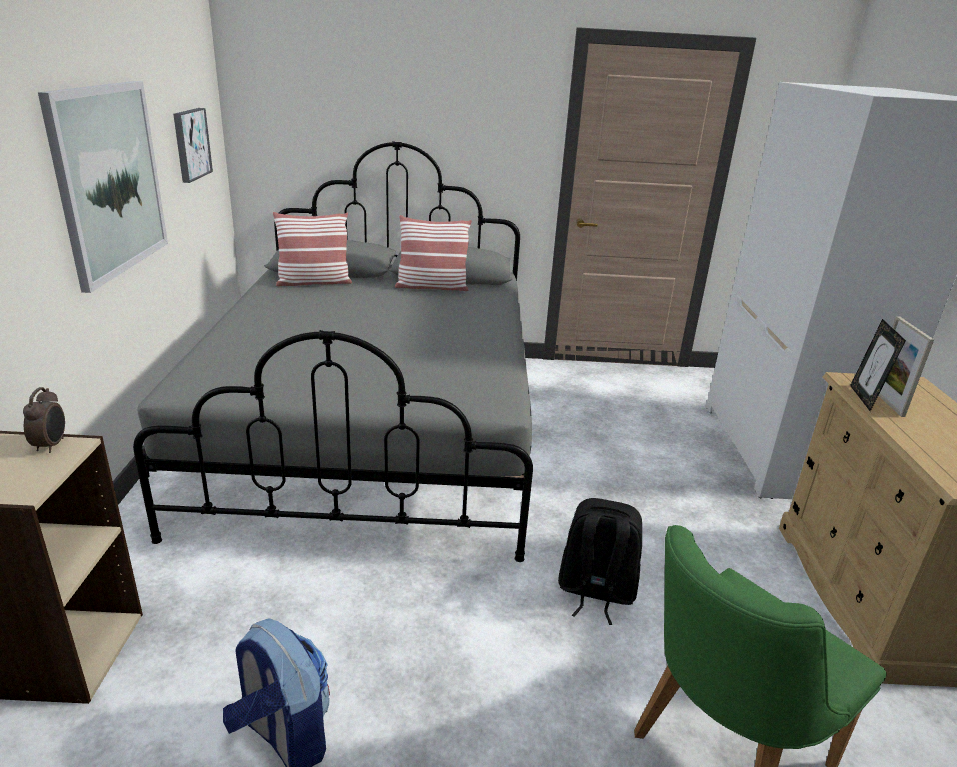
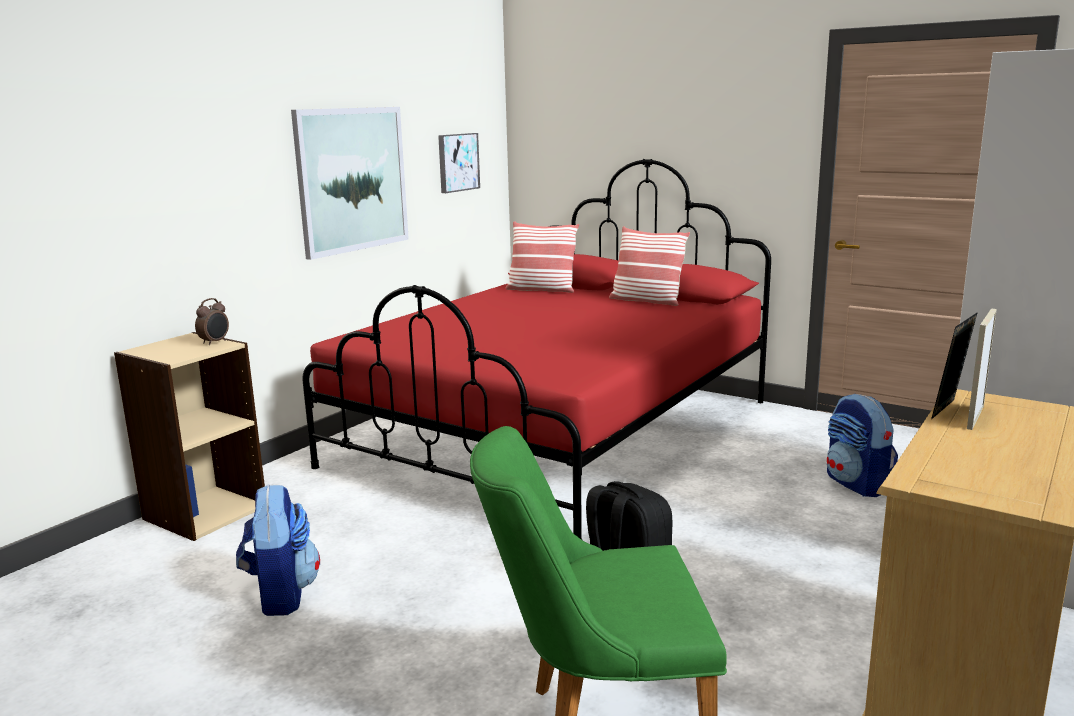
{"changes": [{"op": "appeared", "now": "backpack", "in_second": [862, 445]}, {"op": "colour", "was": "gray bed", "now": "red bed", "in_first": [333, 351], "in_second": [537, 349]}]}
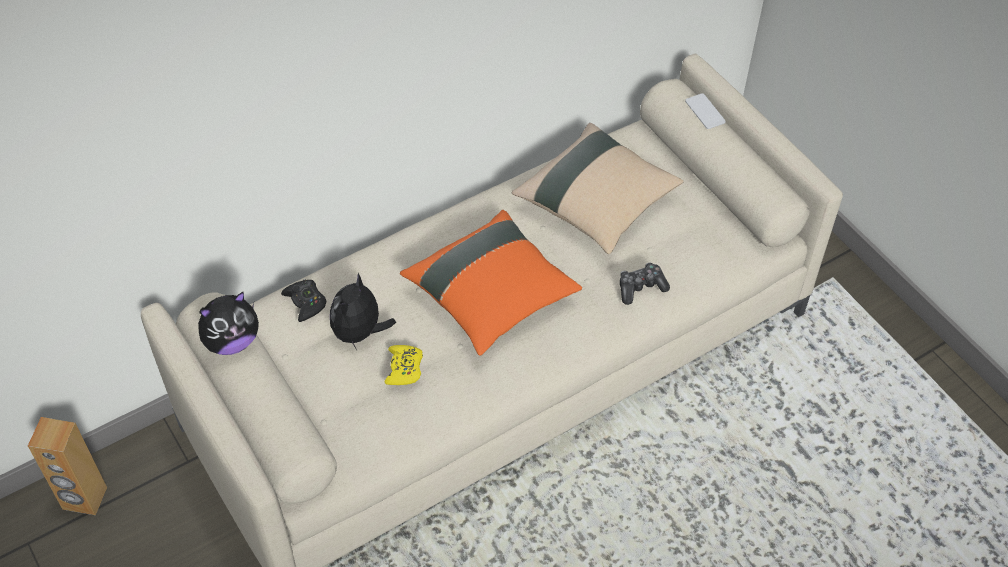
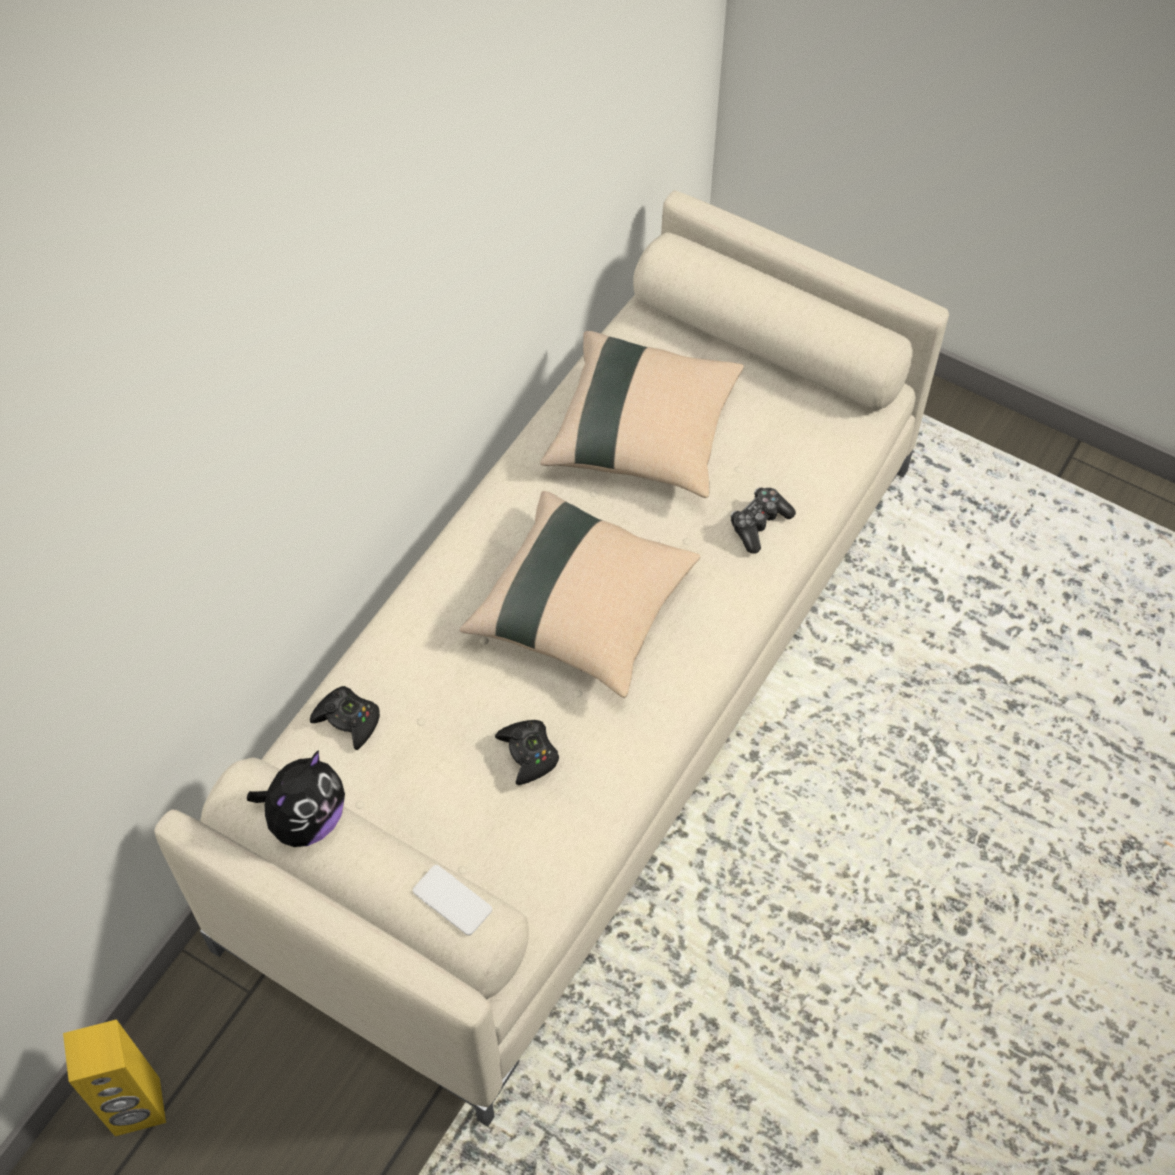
{"changes": [{"op": "missing", "was": "plush toy", "in_first": [363, 311]}, {"op": "relocated", "was": "phone", "in_first": [705, 111], "in_second": [452, 900]}, {"op": "colour", "was": "brown-coloured speaker", "now": "yellow-coloured speaker", "in_first": [67, 466], "in_second": [114, 1077]}, {"op": "colour", "was": "yellow-coloured gamepad", "now": "black-coloured gamepad", "in_first": [404, 365], "in_second": [527, 752]}, {"op": "colour", "was": "orangey pillow", "now": "sand-coloured pillow", "in_first": [491, 283], "in_second": [580, 594]}]}
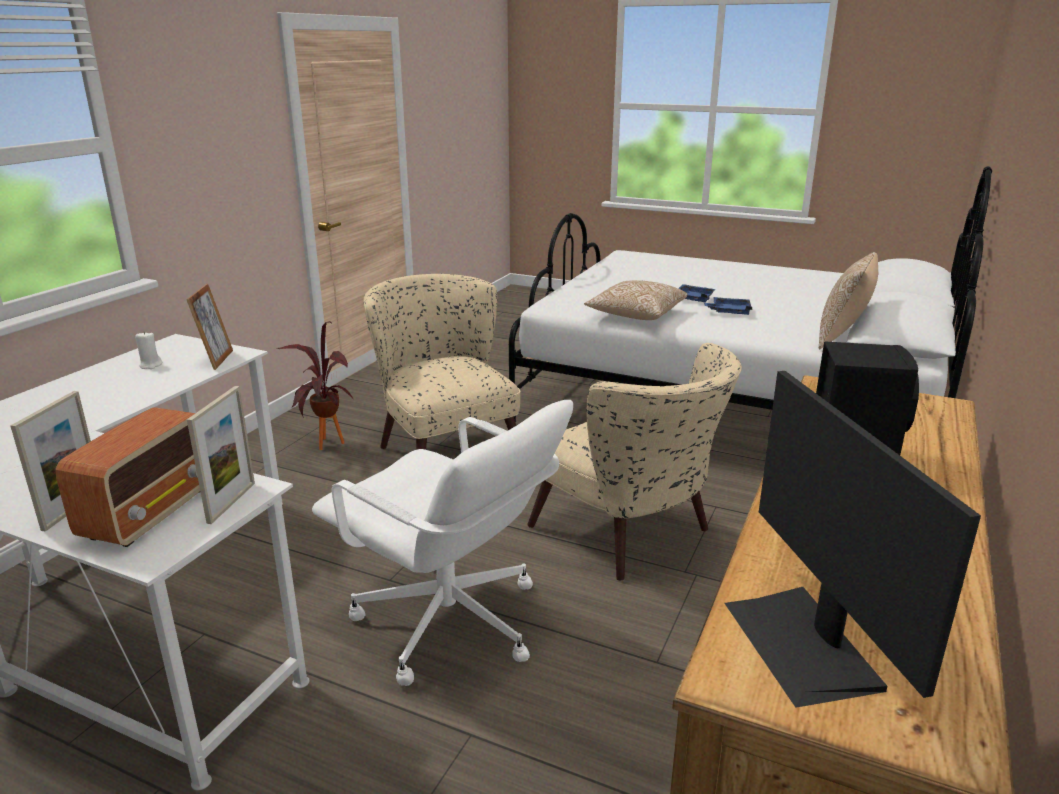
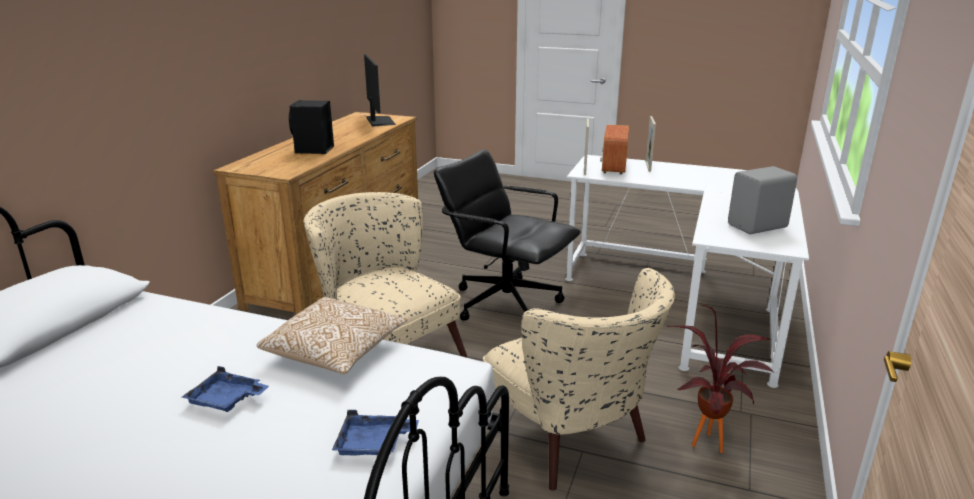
{"changes": [{"op": "missing", "was": "photo frame", "in_first": [209, 327]}, {"op": "missing", "was": "pillow", "in_first": [848, 300]}, {"op": "relocated", "was": "blue tray", "in_first": [728, 306], "in_second": [375, 433]}, {"op": "exchanged", "was": "white-coloured wax candle", "now": "gray speaker", "in_first": [148, 350], "in_second": [762, 200]}, {"op": "colour", "was": "white-coloured desk chair", "now": "black-coloured desk chair", "in_first": [442, 543], "in_second": [507, 235]}]}
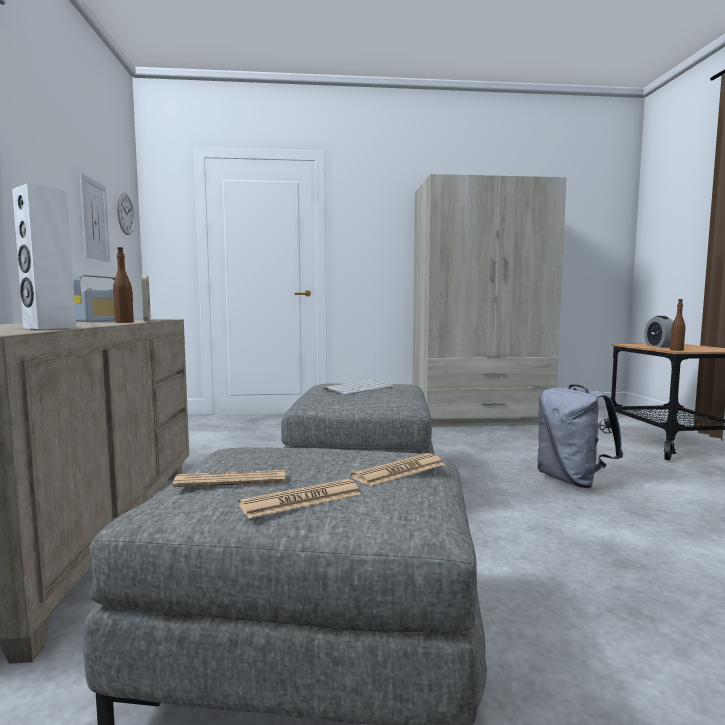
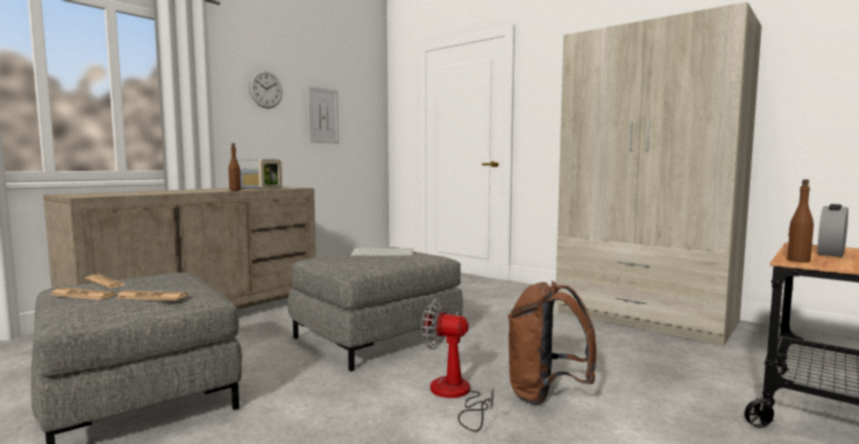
{"changes": [{"op": "missing", "was": "white-coloured speaker", "in_first": [44, 256]}, {"op": "appeared", "now": "fan", "in_second": [457, 365]}, {"op": "relocated", "was": "clock on the wall", "in_first": [126, 213], "in_second": [266, 89]}, {"op": "colour", "was": "gray backpack", "now": "brown-coloured backpack", "in_first": [580, 436], "in_second": [552, 343]}]}
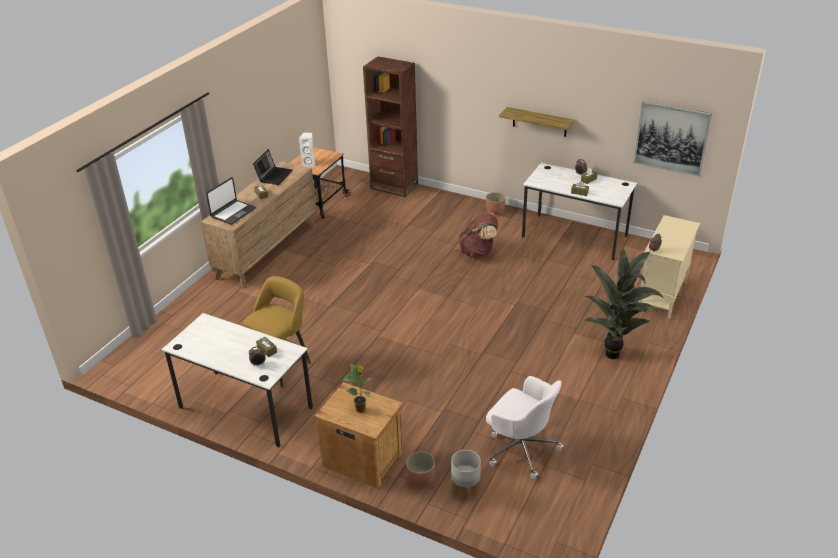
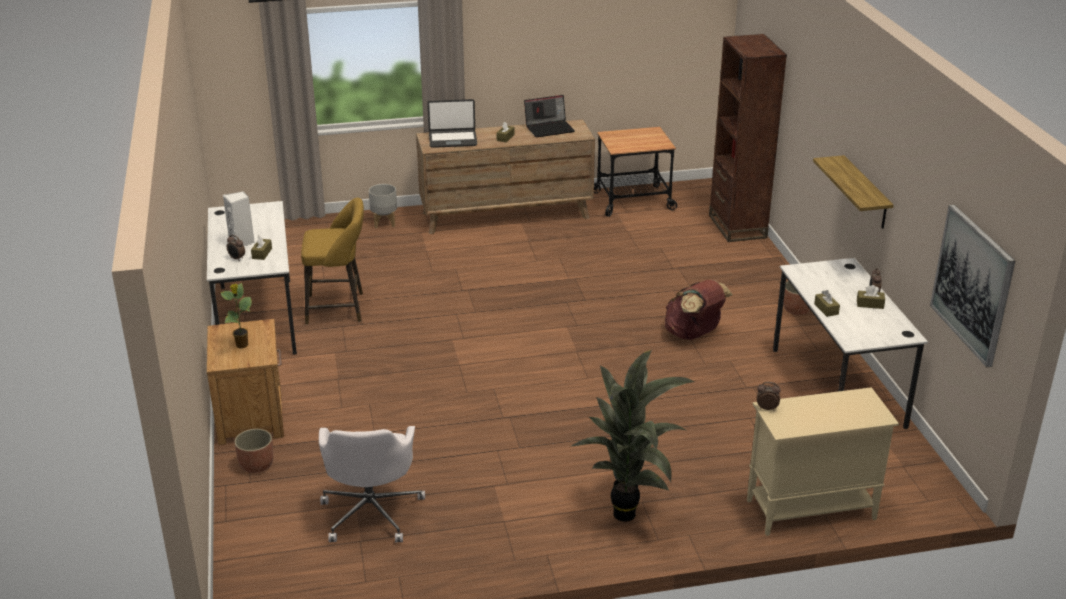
{"changes": [{"op": "relocated", "was": "white-coloured speaker", "in_first": [307, 149], "in_second": [239, 219]}, {"op": "relocated", "was": "gray flower pot", "in_first": [466, 474], "in_second": [383, 206]}]}
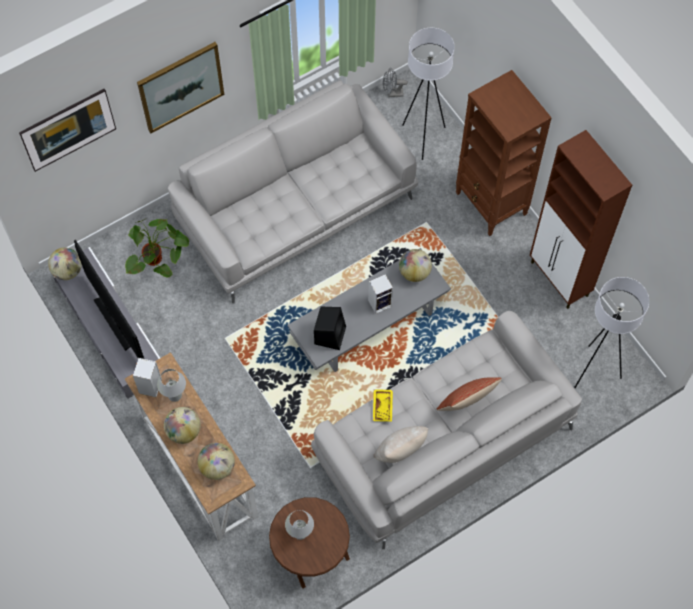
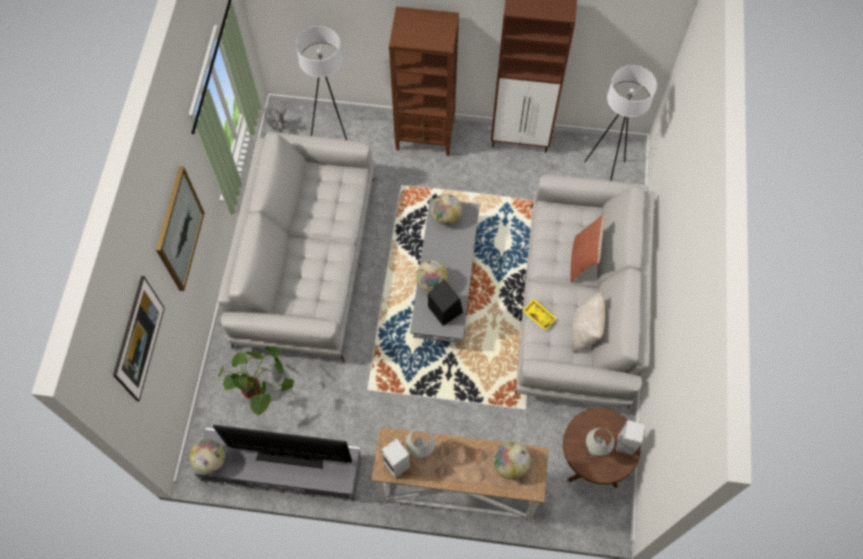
{"changes": [{"op": "relocated", "was": "world globe", "in_first": [182, 425], "in_second": [432, 276]}, {"op": "relocated", "was": "speaker", "in_first": [380, 294], "in_second": [630, 437]}]}
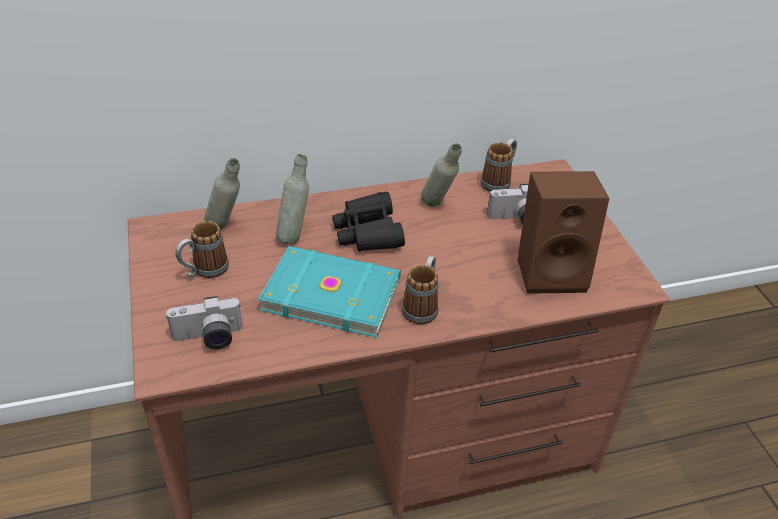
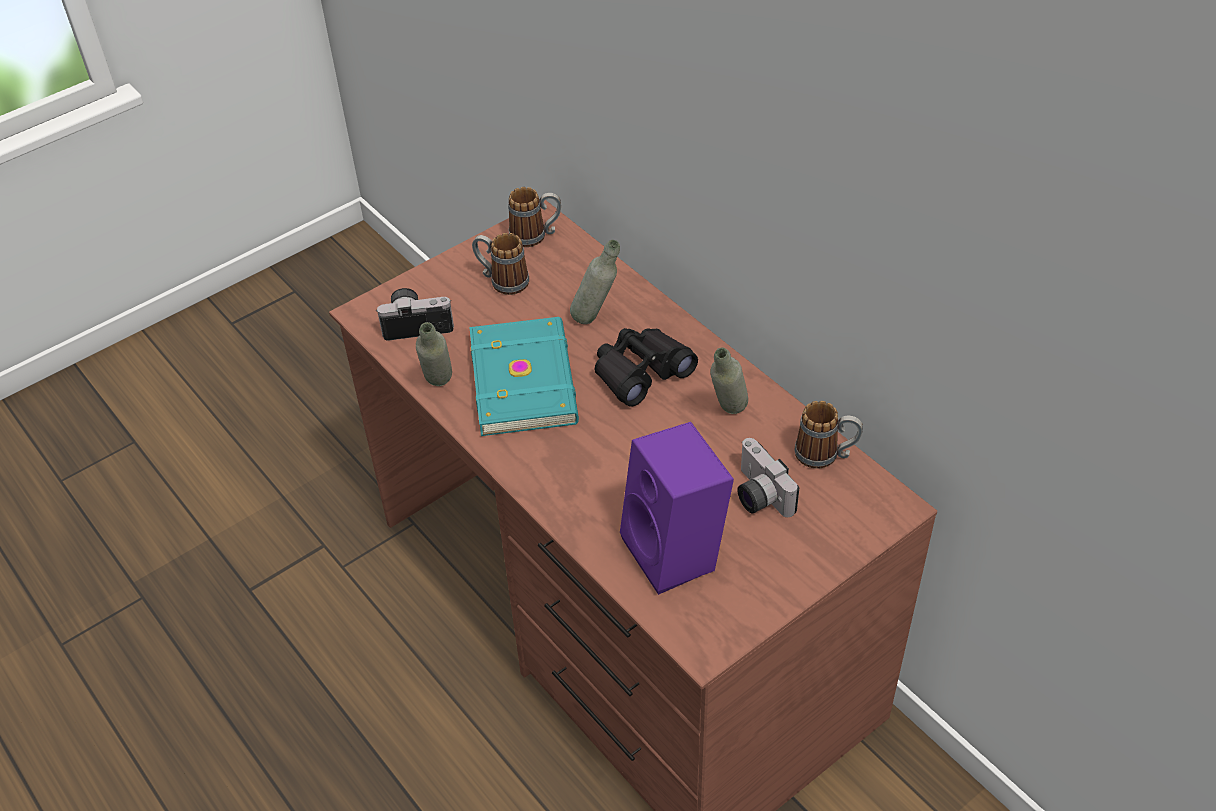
{"changes": [{"op": "relocated", "was": "gray drink bottle", "in_first": [222, 194], "in_second": [434, 354]}, {"op": "relocated", "was": "tea mug", "in_first": [420, 290], "in_second": [534, 217]}, {"op": "colour", "was": "brown-coloured speaker", "now": "purple speaker", "in_first": [563, 232], "in_second": [677, 508]}, {"op": "spun", "was": "photo camera", "in_first": [204, 323], "in_second": [415, 314], "clockwise": 120}]}
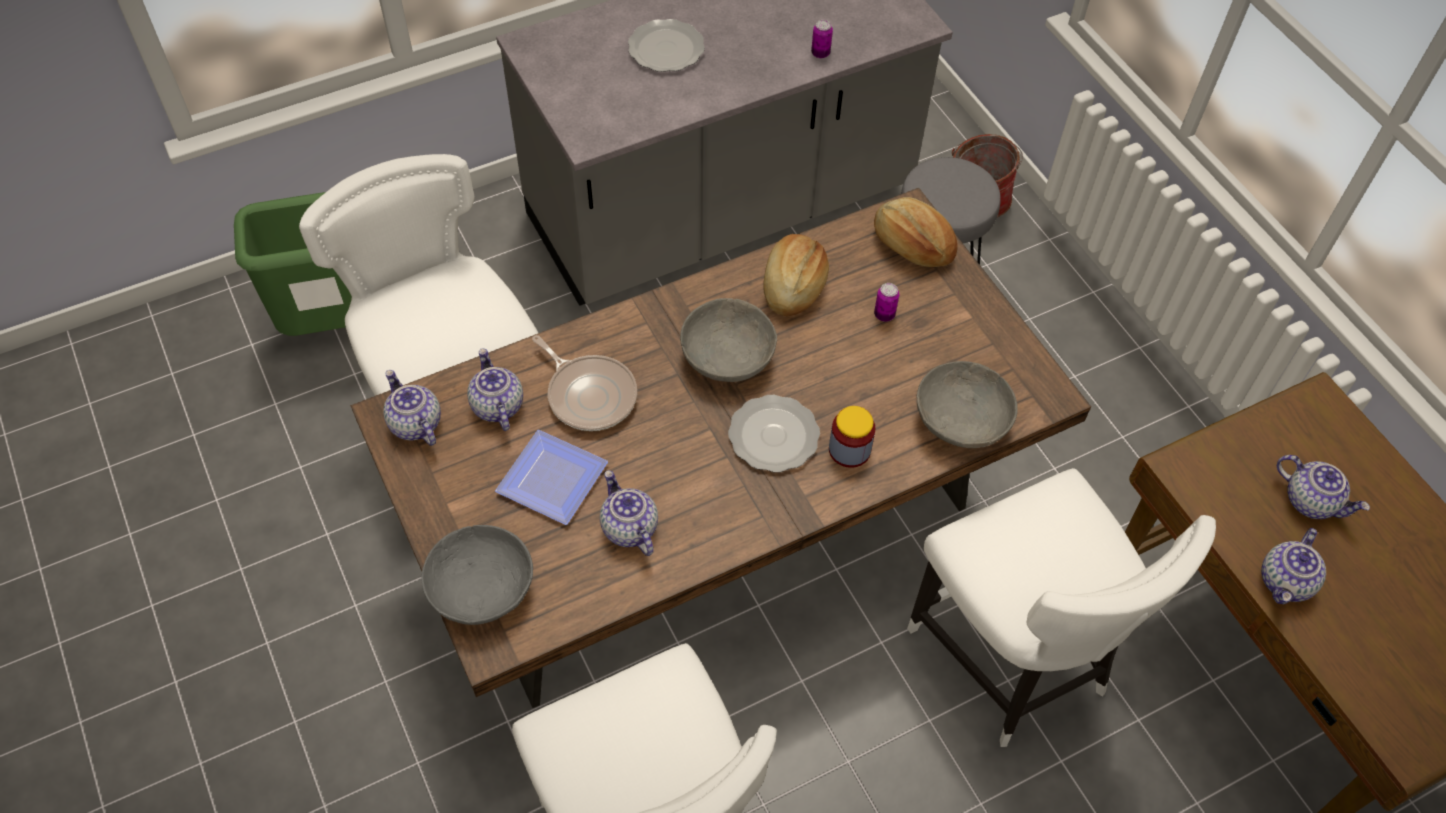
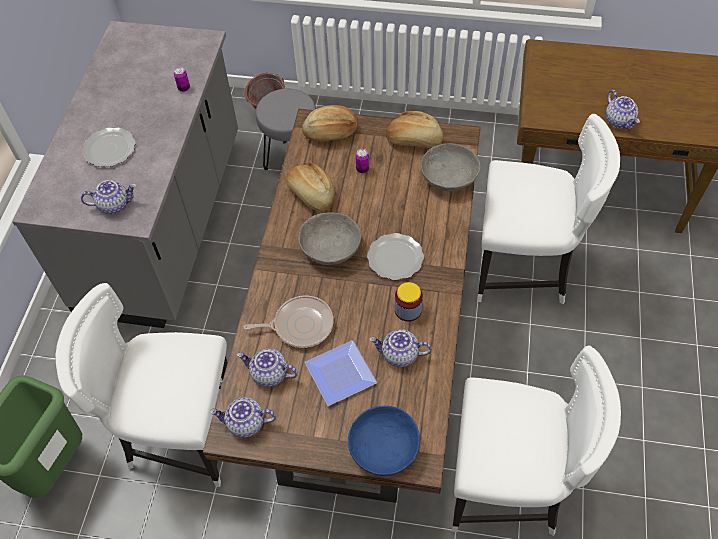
{"changes": [{"op": "appeared", "now": "bakery bread", "in_second": [414, 129]}, {"op": "relocated", "was": "jar", "in_first": [852, 437], "in_second": [409, 302]}, {"op": "relocated", "was": "teapot", "in_first": [1323, 487], "in_second": [108, 197]}, {"op": "colour", "was": "gray bowl", "now": "blue bowl", "in_first": [477, 575], "in_second": [384, 441]}]}
